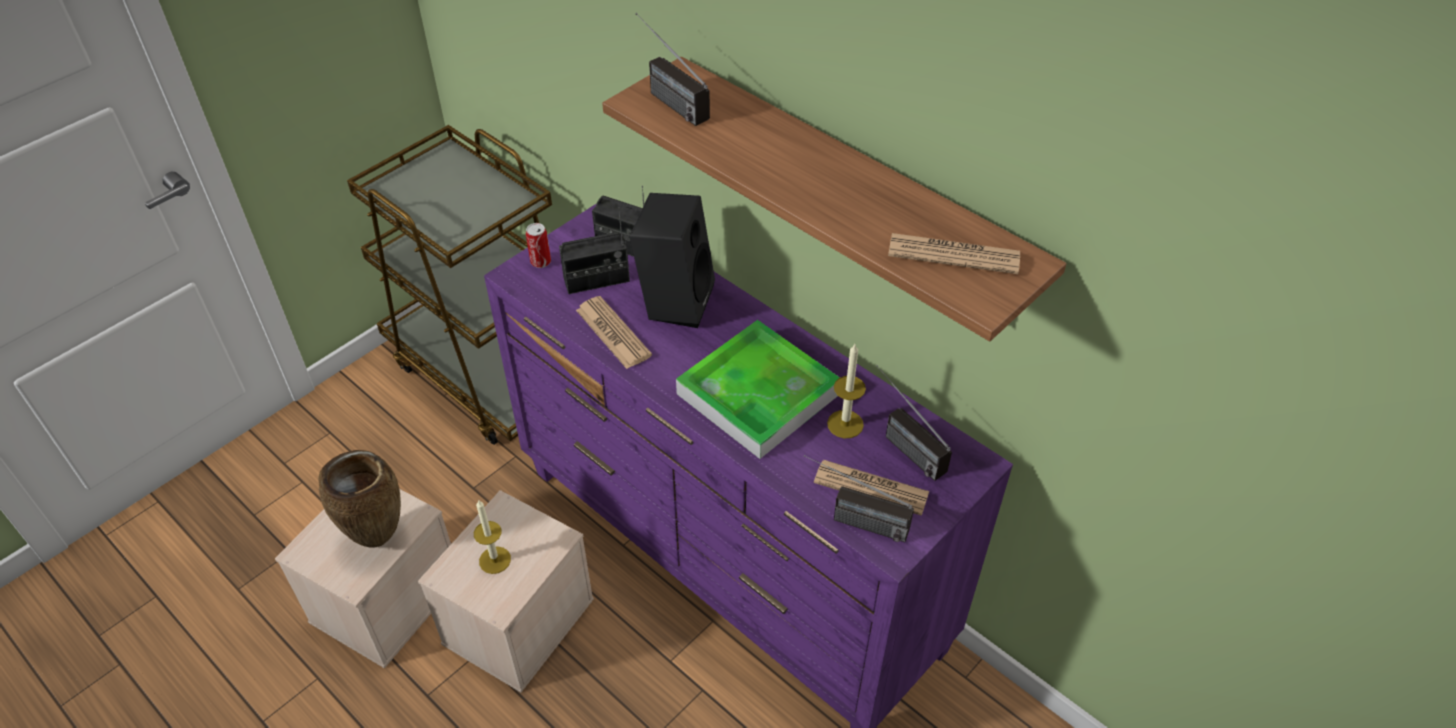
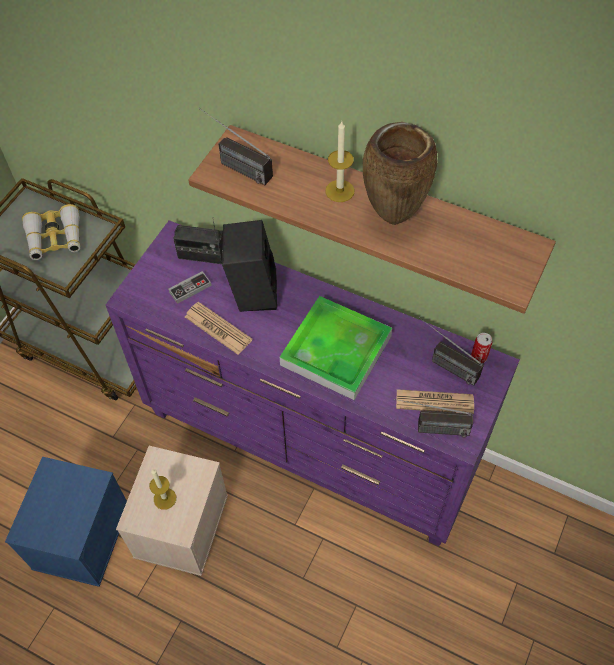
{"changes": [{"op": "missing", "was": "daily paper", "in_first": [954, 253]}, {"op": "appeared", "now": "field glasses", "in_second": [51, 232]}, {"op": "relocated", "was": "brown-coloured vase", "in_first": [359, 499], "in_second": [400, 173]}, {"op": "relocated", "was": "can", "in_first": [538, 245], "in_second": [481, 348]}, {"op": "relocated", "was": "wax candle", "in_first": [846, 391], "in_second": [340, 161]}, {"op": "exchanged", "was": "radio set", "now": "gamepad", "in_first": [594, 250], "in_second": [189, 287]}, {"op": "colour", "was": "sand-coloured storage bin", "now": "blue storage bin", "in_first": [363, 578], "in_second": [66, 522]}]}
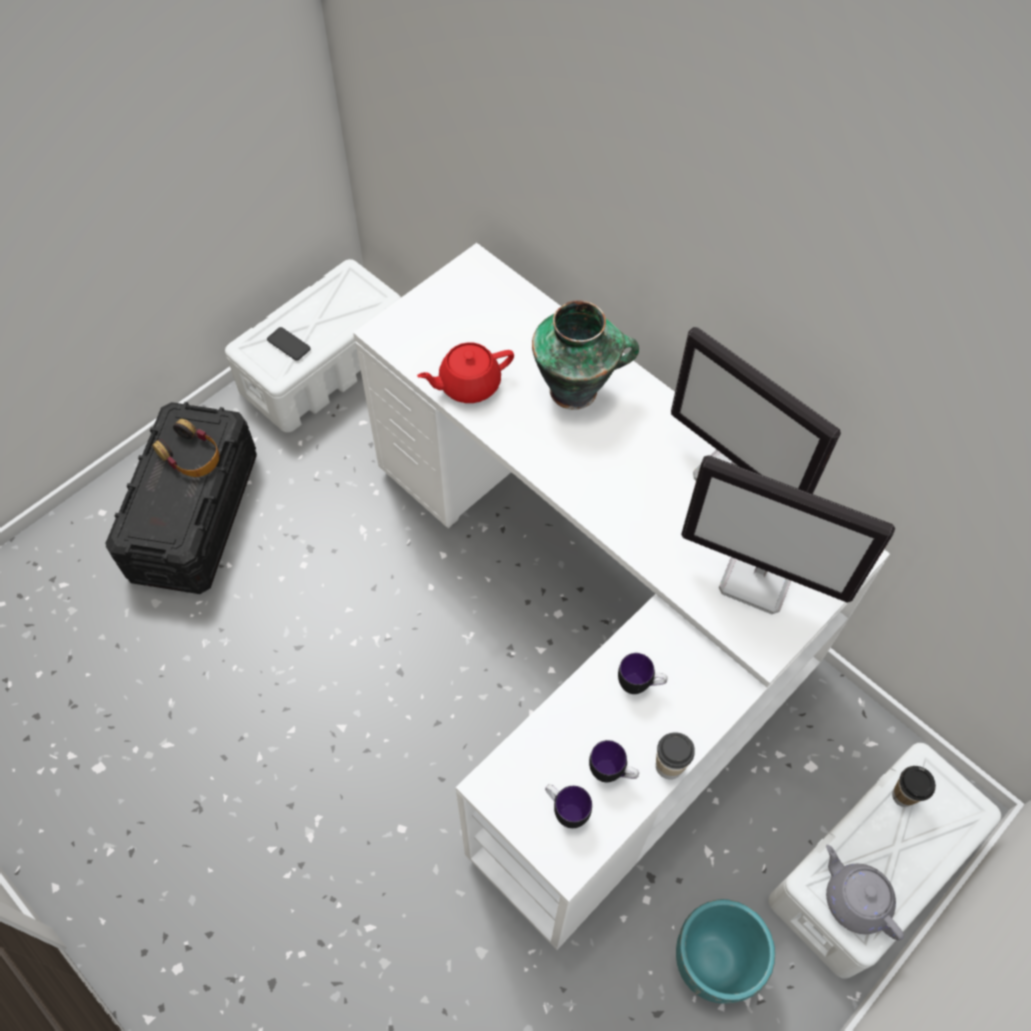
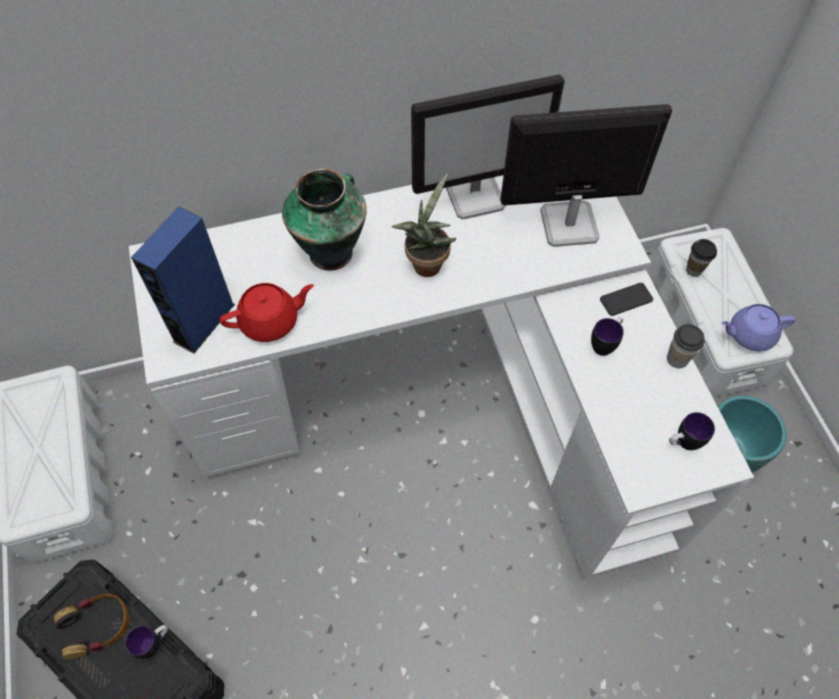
{"changes": [{"op": "appeared", "now": "blue speaker", "in_second": [183, 280]}, {"op": "appeared", "now": "potted plant", "in_second": [424, 225]}, {"op": "relocated", "was": "phone", "in_first": [289, 344], "in_second": [626, 299]}, {"op": "relocated", "was": "tea mug", "in_first": [614, 761], "in_second": [146, 642]}, {"op": "colour", "was": "gray teapot", "now": "purple teapot", "in_first": [865, 892], "in_second": [758, 327]}, {"op": "spun", "was": "red teapot", "in_first": [465, 372], "in_second": [267, 312], "clockwise": -120}, {"op": "spun", "was": "monitor", "in_first": [788, 534], "in_second": [586, 175], "clockwise": -150}]}
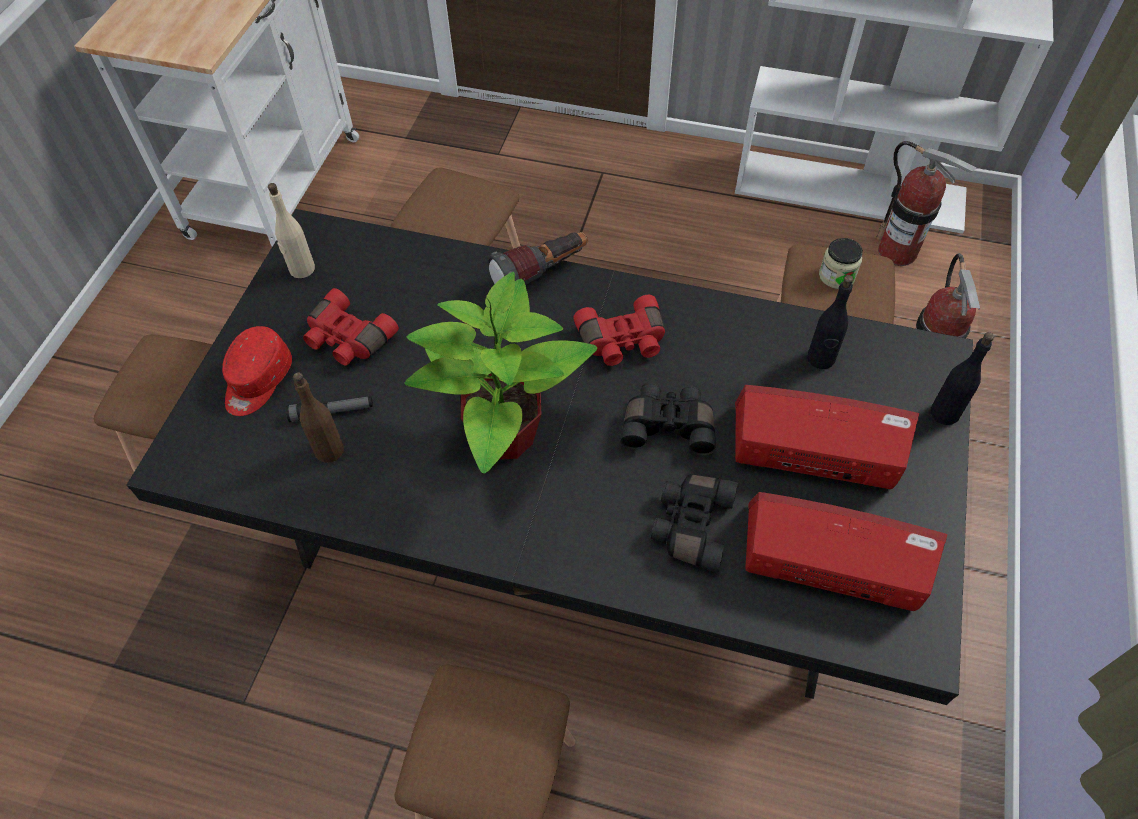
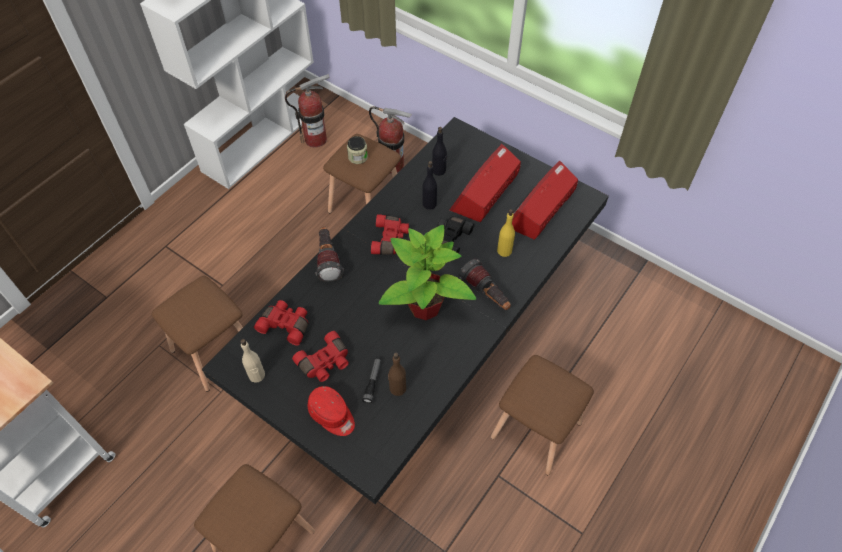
{"changes": [{"op": "appeared", "now": "red field glasses", "in_second": [281, 323]}, {"op": "appeared", "now": "flashlight", "in_second": [484, 284]}, {"op": "relocated", "was": "black-coloured drink bottle", "in_first": [962, 378], "in_second": [429, 185]}, {"op": "exchanged", "was": "black-coloured field glasses", "now": "yellow-coloured drink bottle", "in_first": [694, 523], "in_second": [506, 233]}]}
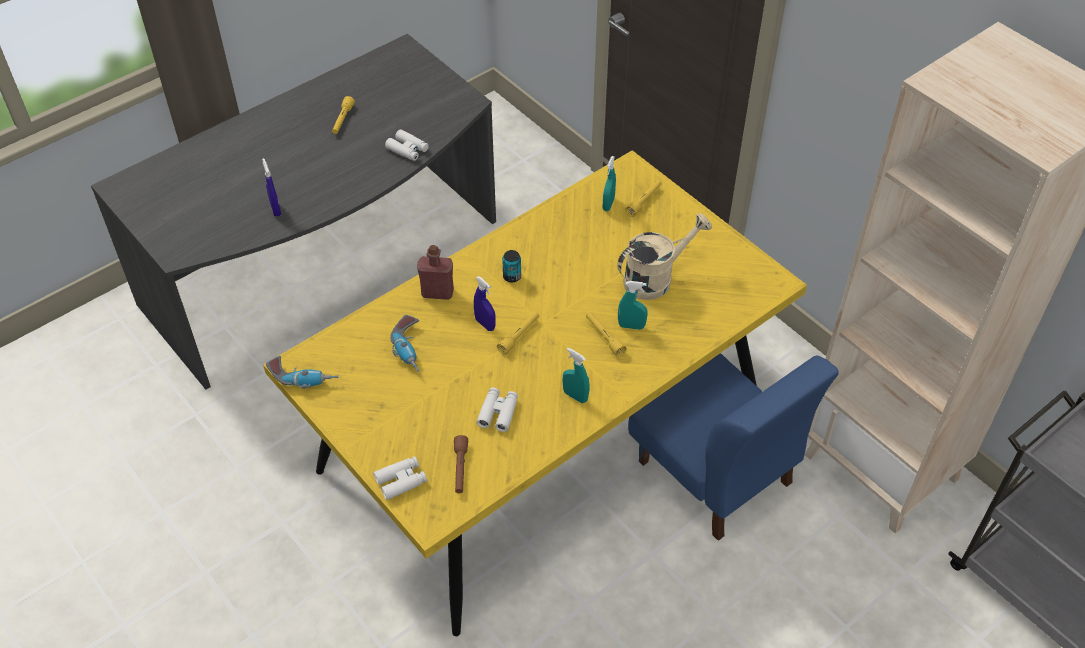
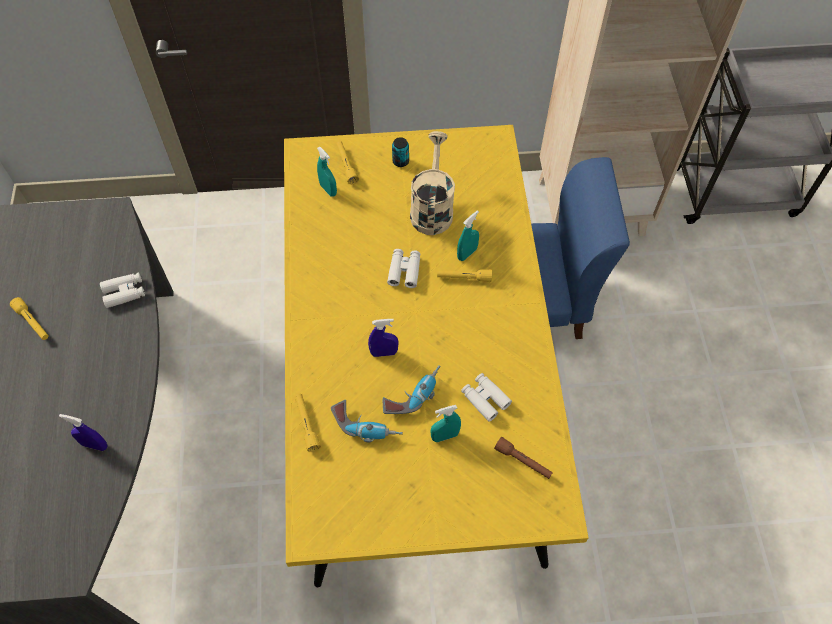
{"changes": [{"op": "missing", "was": "red drink bottle", "in_first": [435, 272]}, {"op": "relocated", "was": "electric drill", "in_first": [302, 372], "in_second": [412, 389]}, {"op": "relocated", "was": "white-coloured field glasses", "in_first": [400, 478], "in_second": [403, 268]}, {"op": "relocated", "was": "yellow-coloured flashlight", "in_first": [518, 333], "in_second": [308, 423]}, {"op": "relocated", "was": "can", "in_first": [511, 266], "in_second": [400, 152]}, {"op": "relocated", "was": "turquoise-coloured spray bottle", "in_first": [576, 375], "in_second": [445, 423]}]}
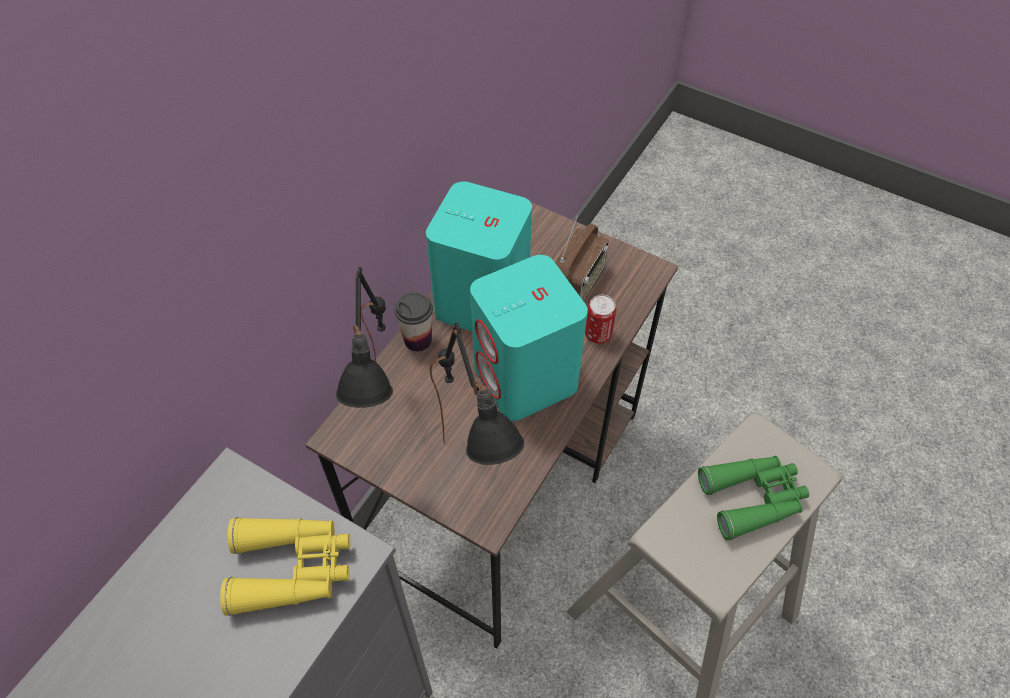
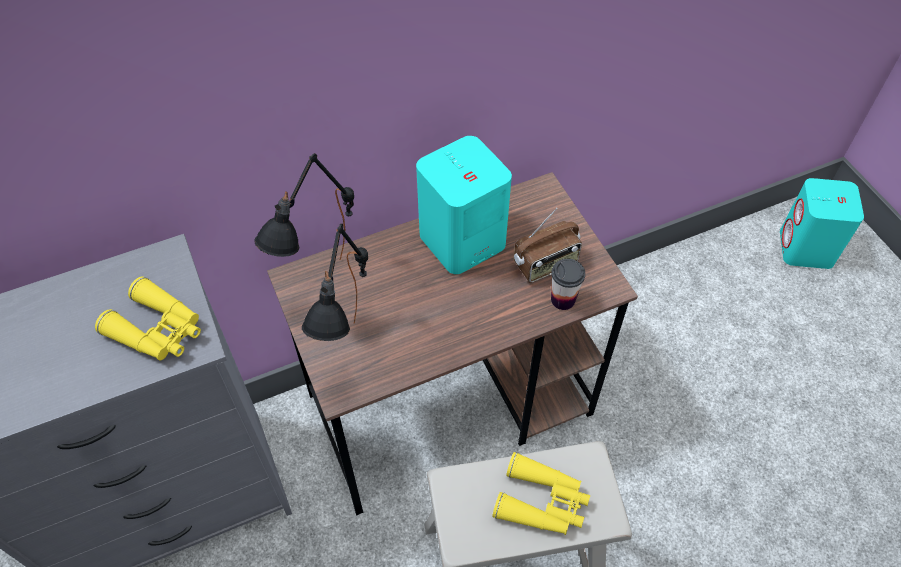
{"changes": [{"op": "missing", "was": "can", "in_first": [600, 319]}, {"op": "relocated", "was": "small cup", "in_first": [413, 322], "in_second": [568, 284]}, {"op": "relocated", "was": "turquoise-coloured speaker", "in_first": [529, 338], "in_second": [822, 223]}, {"op": "colour", "was": "green field glasses", "now": "yellow-coloured field glasses", "in_first": [753, 498], "in_second": [541, 493]}]}
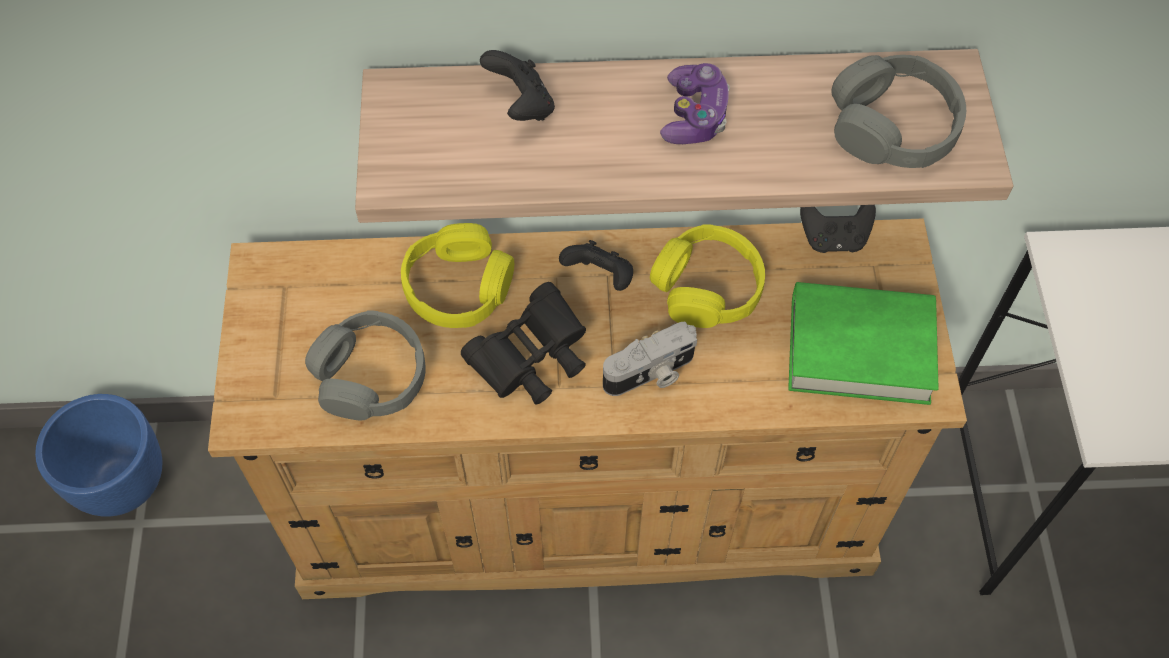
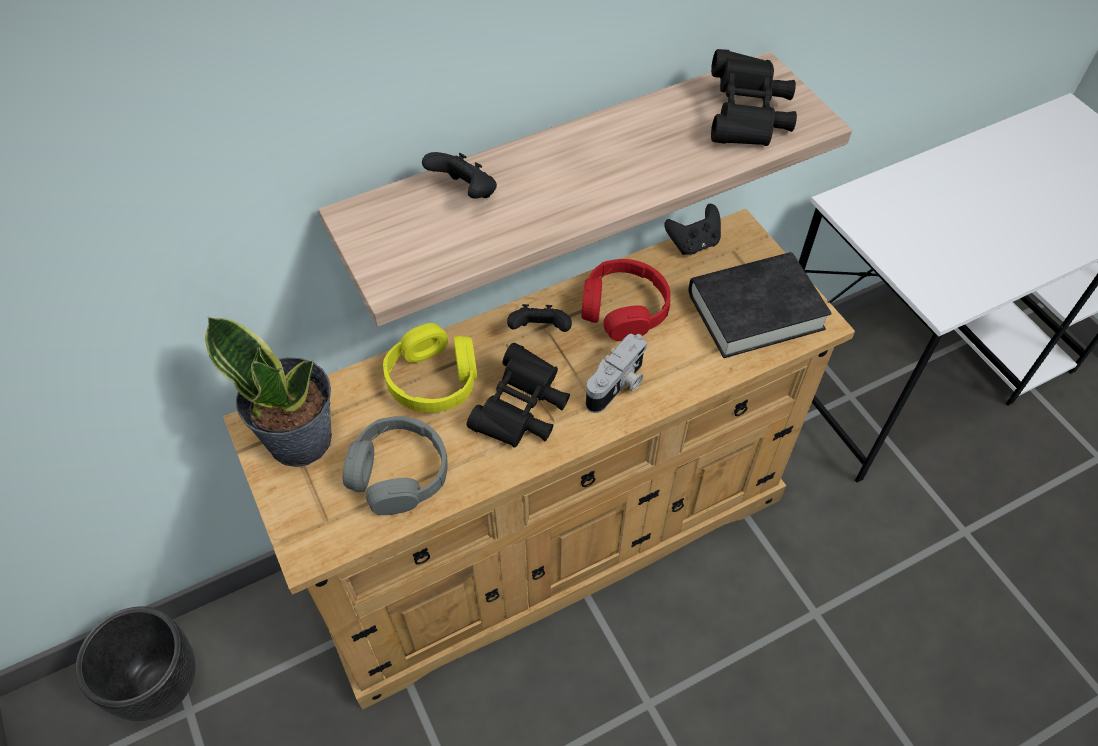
{"changes": [{"op": "missing", "was": "gamepad", "in_first": [695, 103]}, {"op": "appeared", "now": "potted plant", "in_second": [268, 391]}, {"op": "exchanged", "was": "gray pair of headphones", "now": "black-coloured field glasses", "in_first": [899, 111], "in_second": [754, 97]}, {"op": "colour", "was": "blue flower pot", "now": "black-coloured flower pot", "in_first": [98, 455], "in_second": [136, 663]}, {"op": "colour", "was": "yellow-coloured pair of headphones", "now": "red pair of headphones", "in_first": [707, 276], "in_second": [625, 300]}, {"op": "colour", "was": "green book", "now": "black-coloured book", "in_first": [863, 343], "in_second": [760, 305]}]}
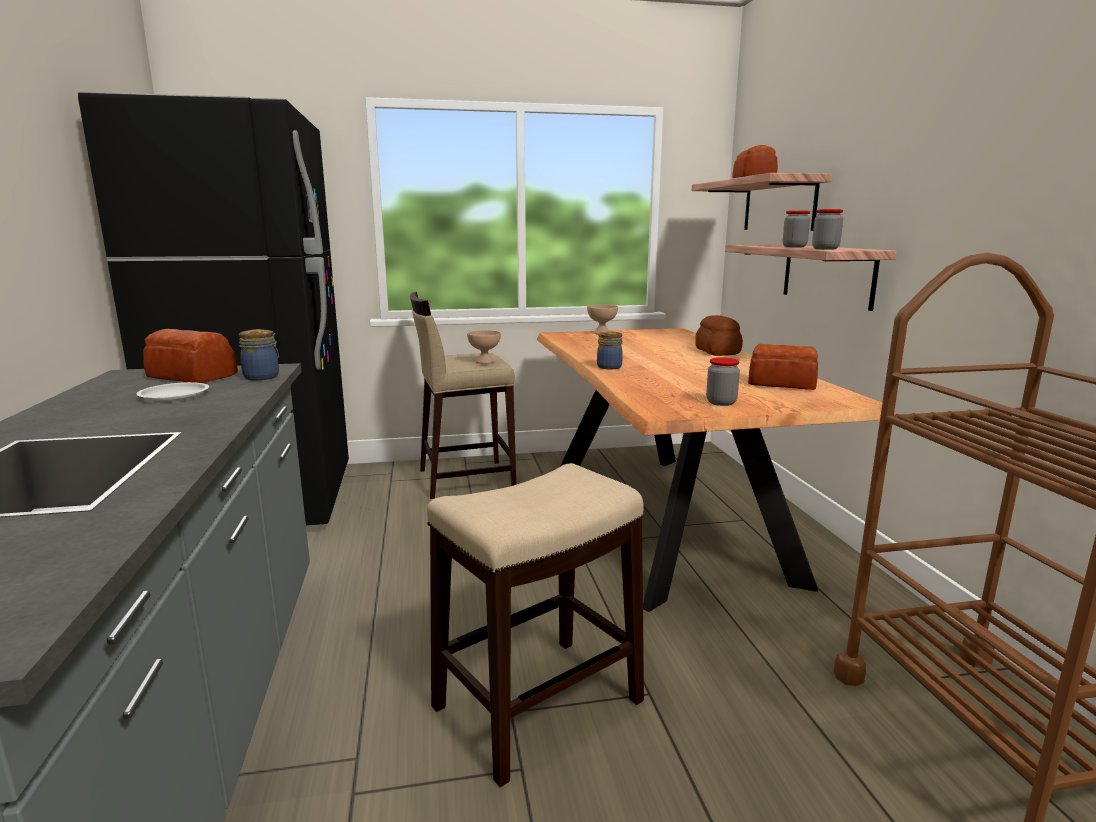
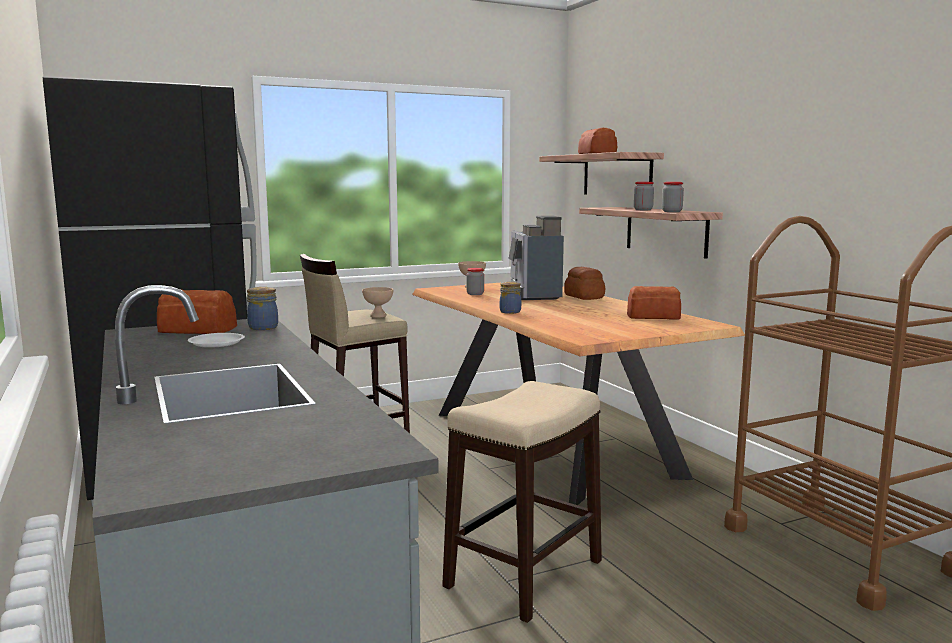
{"changes": [{"op": "appeared", "now": "coffee maker", "in_second": [532, 258]}, {"op": "relocated", "was": "jar", "in_first": [723, 381], "in_second": [475, 281]}]}
